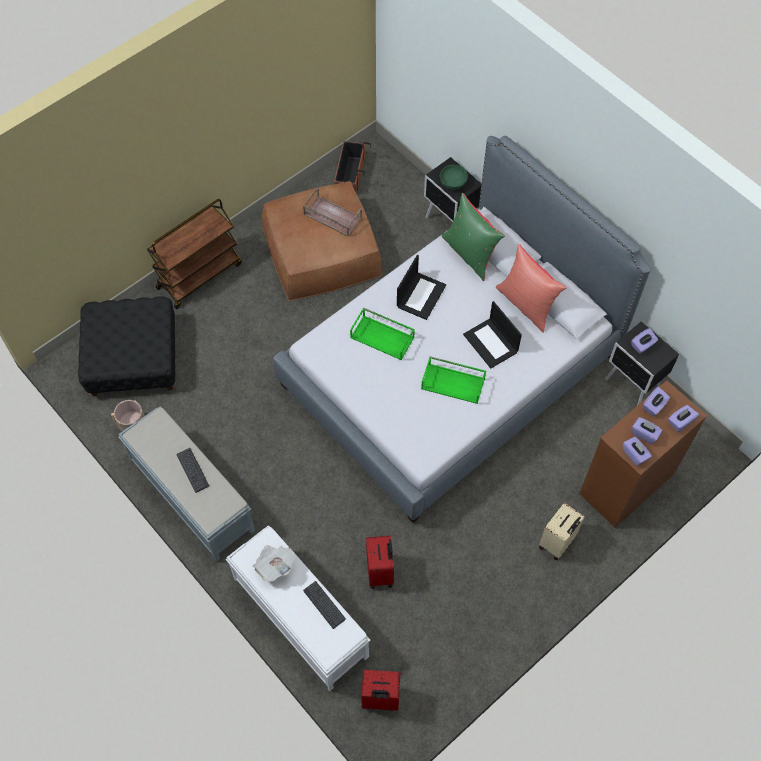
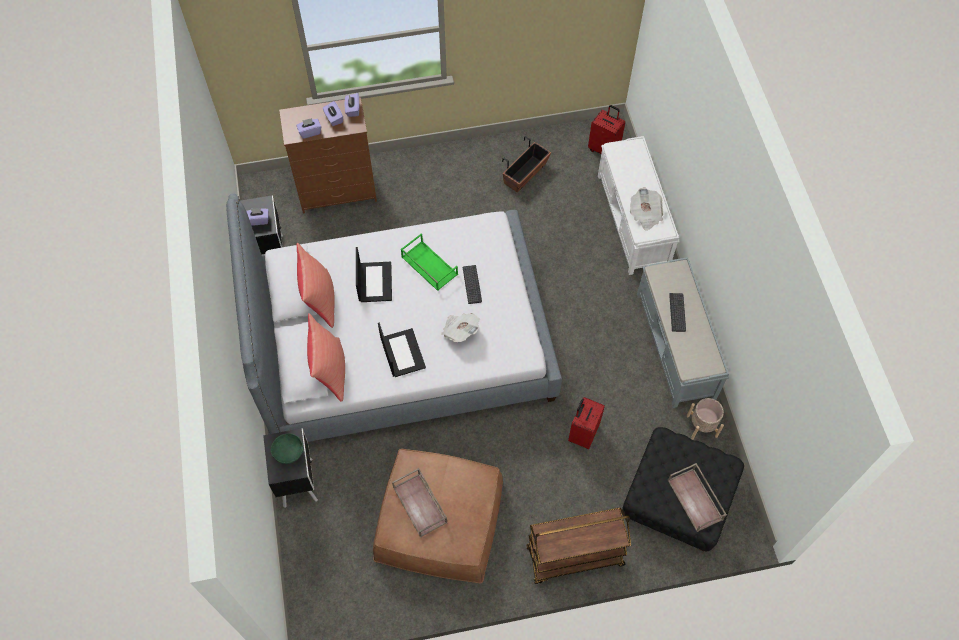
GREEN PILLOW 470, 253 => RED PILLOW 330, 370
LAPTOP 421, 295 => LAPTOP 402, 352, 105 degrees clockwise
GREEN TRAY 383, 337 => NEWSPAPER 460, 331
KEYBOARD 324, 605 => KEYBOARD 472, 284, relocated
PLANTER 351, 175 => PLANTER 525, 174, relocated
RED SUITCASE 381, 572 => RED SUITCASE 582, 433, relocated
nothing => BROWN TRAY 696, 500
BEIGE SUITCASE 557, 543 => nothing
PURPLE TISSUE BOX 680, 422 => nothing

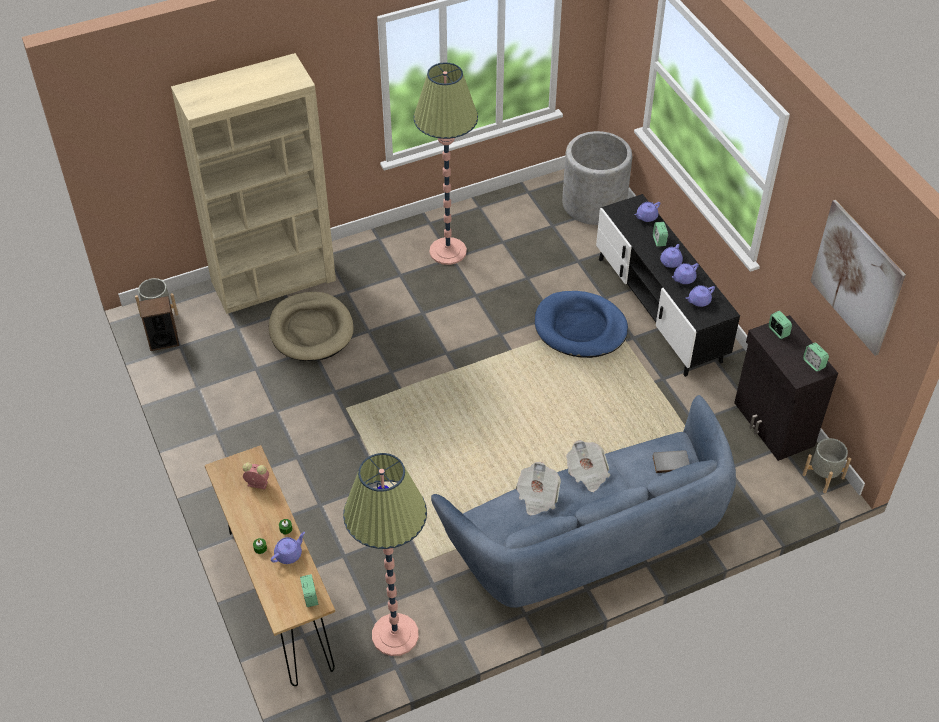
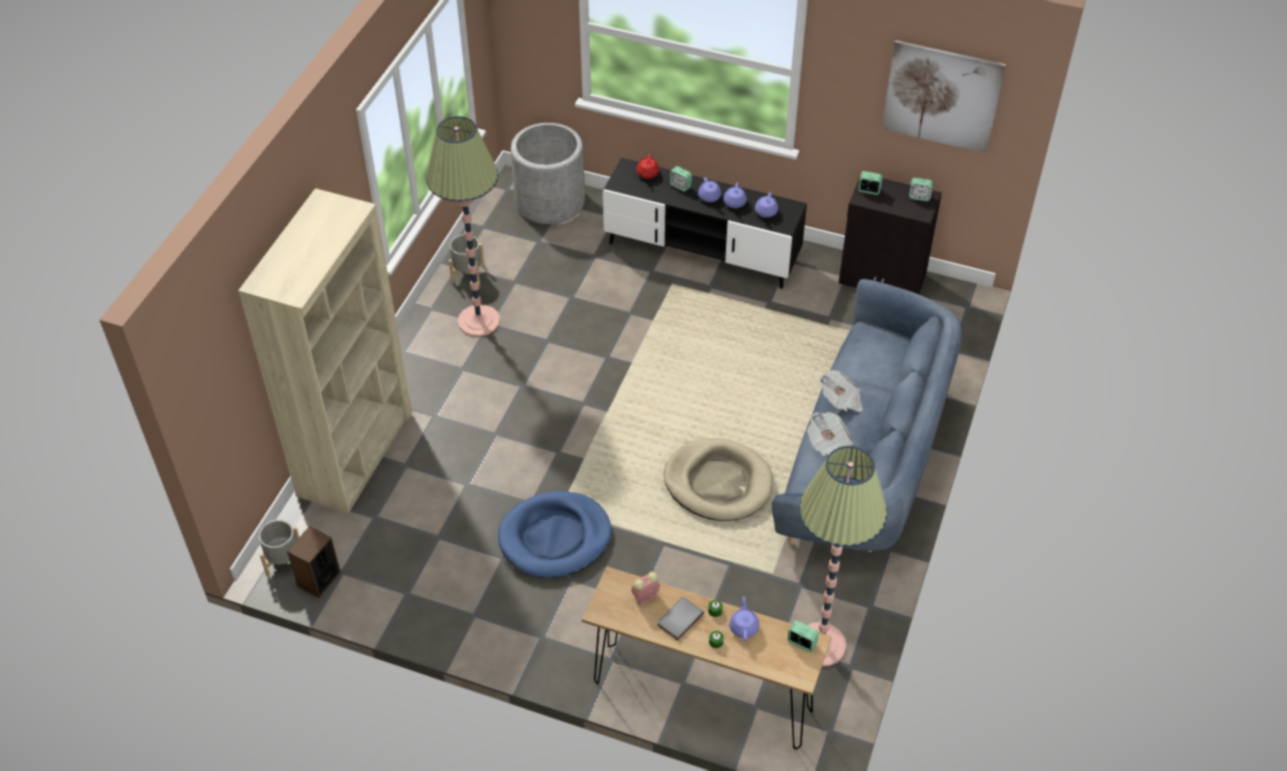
GREY PLANTER 823, 476 => GREY PLANTER 468, 274, relocated
BLUE DOG BED 580, 328 => BLUE DOG BED 555, 538, relocated
PURPLE TEAPOT 646, 217 => RED TEAPOT 647, 174
GREY BOOK 670, 462 => GREY BOOK 679, 618, relocated
BEIGE DOG BED 311, 330 => BEIGE DOG BED 718, 483, relocated

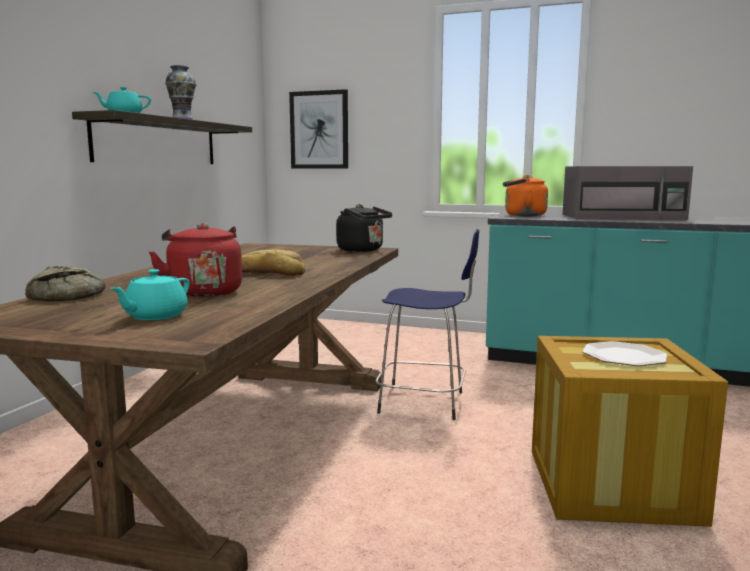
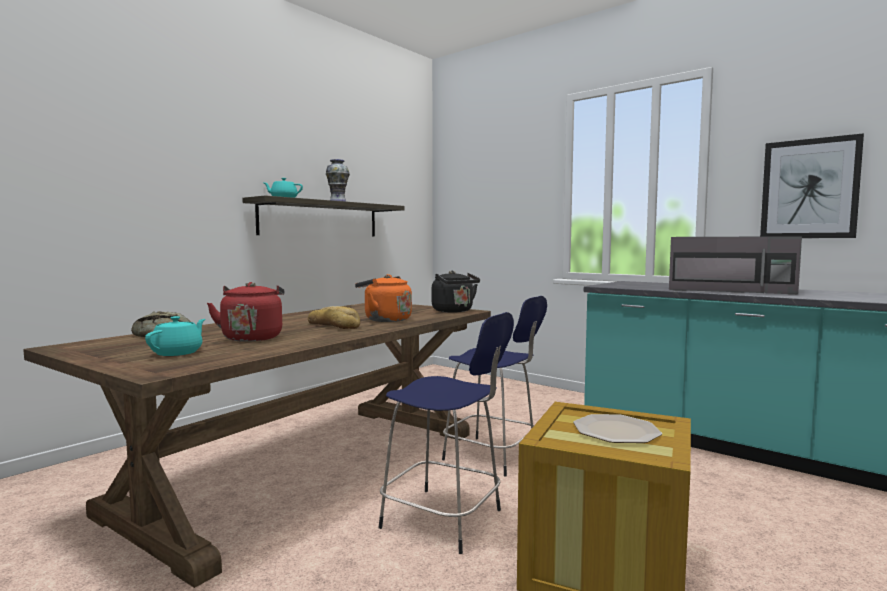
TURQUOISE TEAPOT 155, 316 => TURQUOISE TEAPOT 178, 353, 150 degrees clockwise
ORANGE KETTLE 522, 215 => ORANGE KETTLE 385, 320, relocated
nothing => BLUE STOOL 445, 520
PICTURE 319, 130 => PICTURE 809, 189, relocated

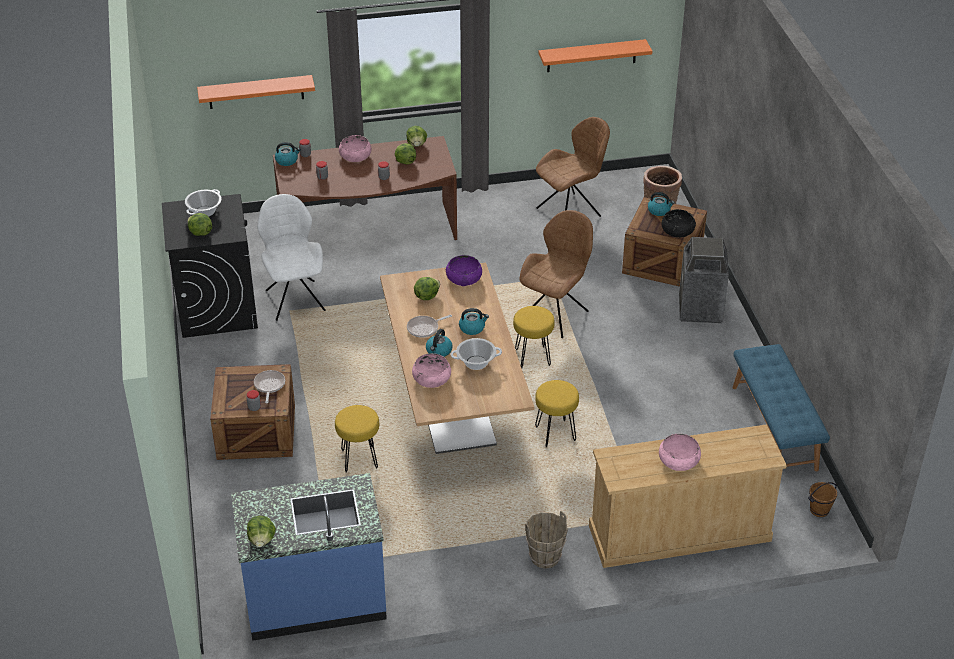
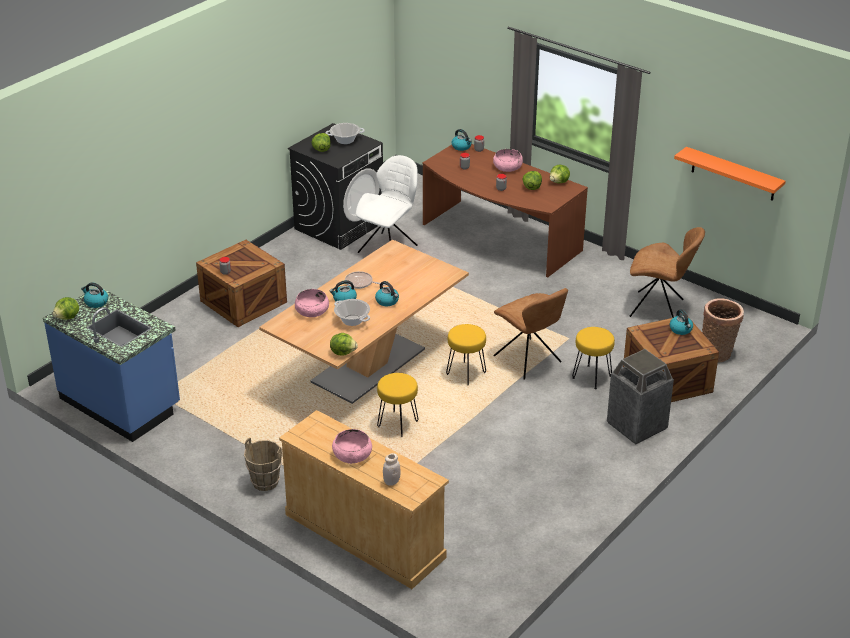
nothing => KETTLE 96, 302
LETTUCE 426, 296 => LETTUCE 343, 352, relocated
nothing => WHITE JAR 391, 481
BROWN CHAIR 555, 314 => BROWN CHAIR 528, 360, 60 degrees clockwise
YELLOW STOOL 359, 459 => YELLOW STOOL 591, 376, relocated
ORANGE SHELF 256, 92 => nothing
FRYING PAN 269, 385 => nothing
PURPLE BOWL 464, 278 => nothing
BLACK BOWL 677, 230 => nothing
BLUE BENCH 775, 427 => nothing
BROWN BUCKET 819, 511 => nothing

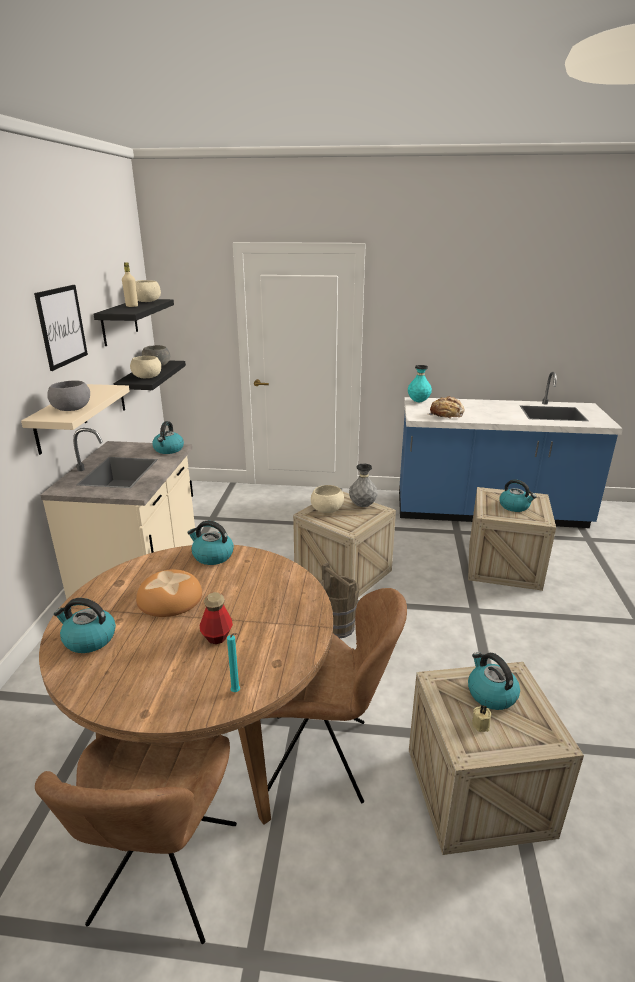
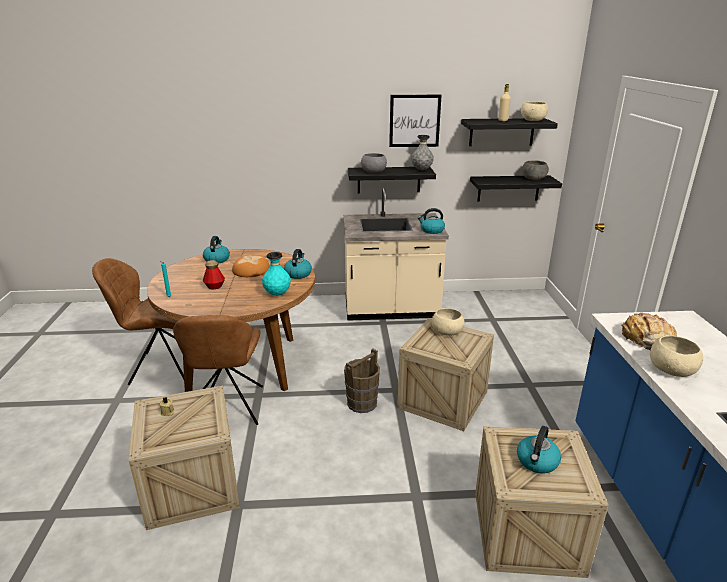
TURQUOISE VASE 418, 402 => TURQUOISE VASE 277, 294, relocated
BEIGE SHELF 60, 419 => BLACK SHELF 388, 179
GREY VASE 362, 505 => GREY VASE 422, 170, relocated
BEIGE BOWL 147, 377 => BEIGE BOWL 672, 370, relocated
KETTLE 490, 694 => nothing

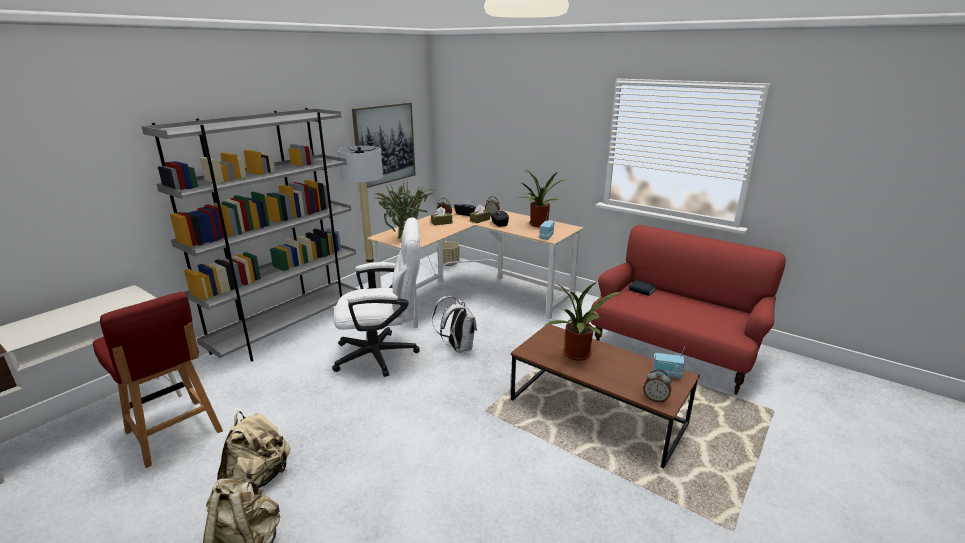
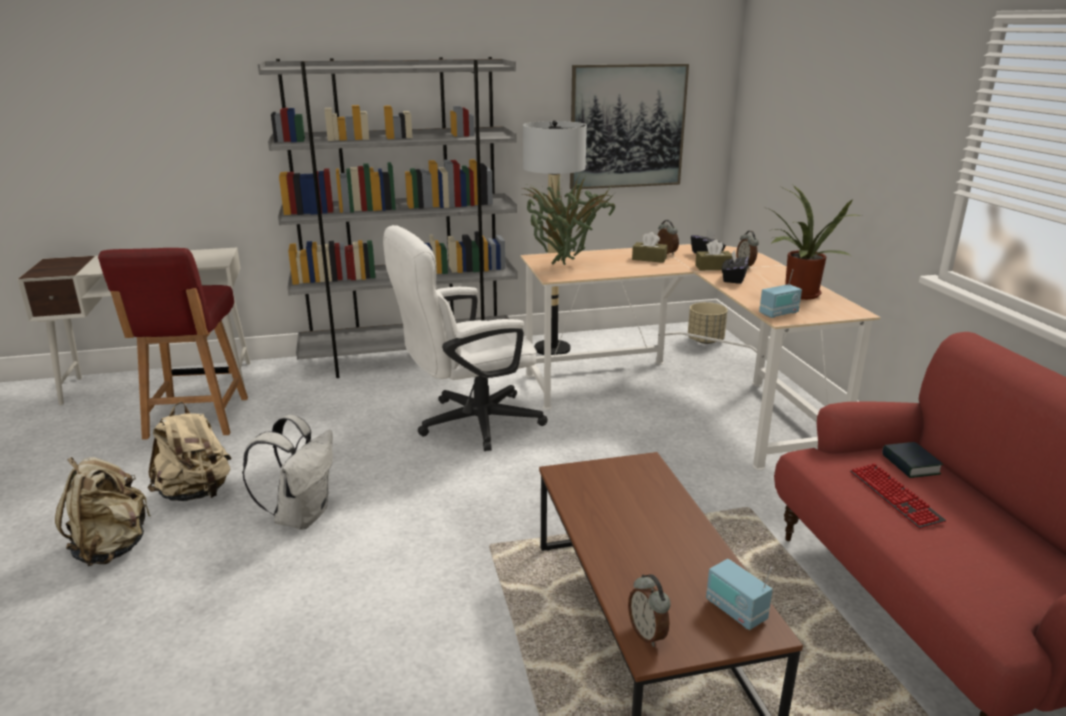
WHITE BACKPACK 458, 347 => WHITE BACKPACK 301, 515, relocated
WHITE OFFICE CHAIR 384, 354 => WHITE OFFICE CHAIR 468, 424, 120 degrees clockwise
nothing => KEYBOARD 894, 497
POTTED PLANT 578, 356 => nothing

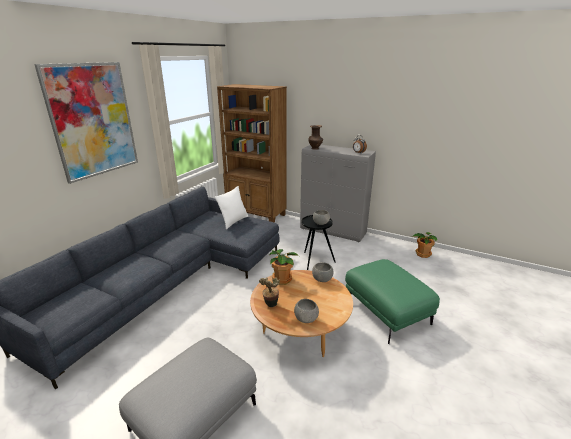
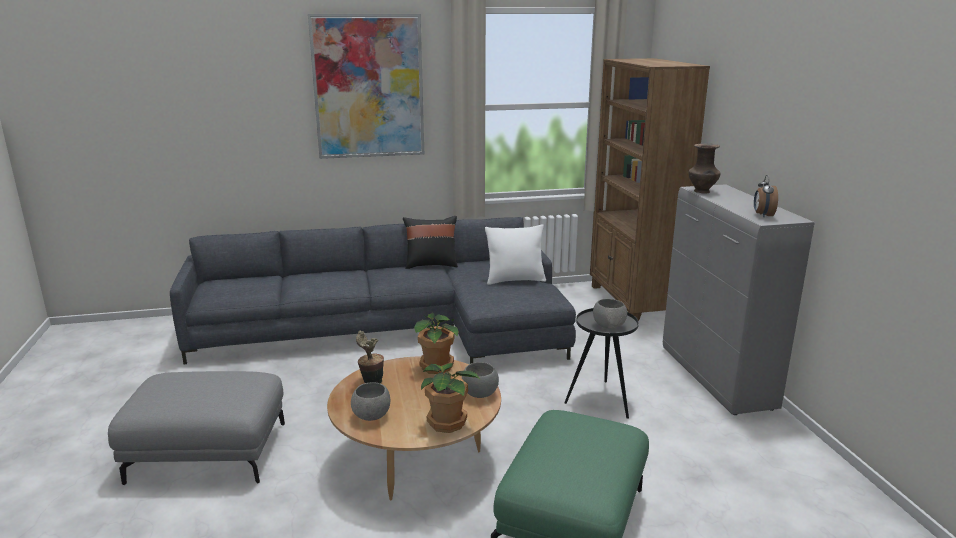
nothing => BLACK PILLOW 431, 265
POTTED PLANT 422, 254 => POTTED PLANT 448, 422, relocated

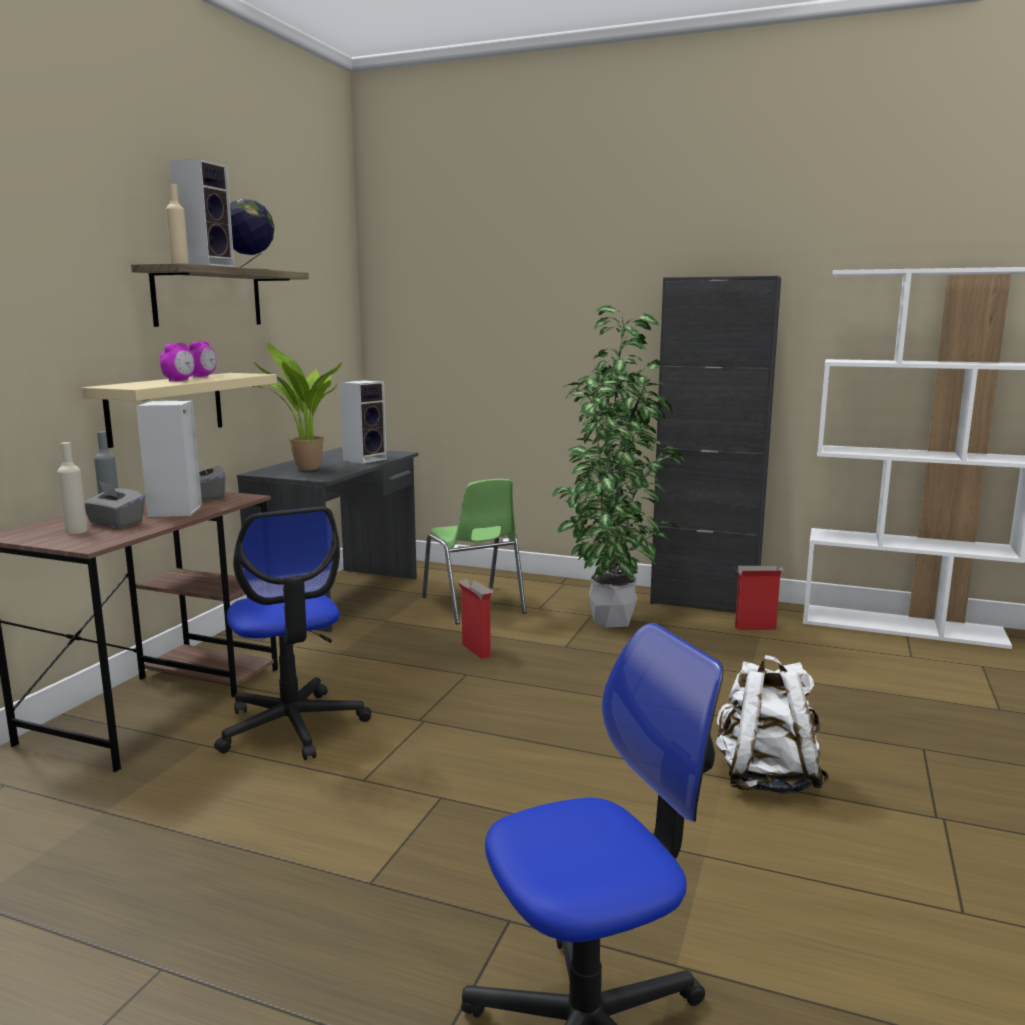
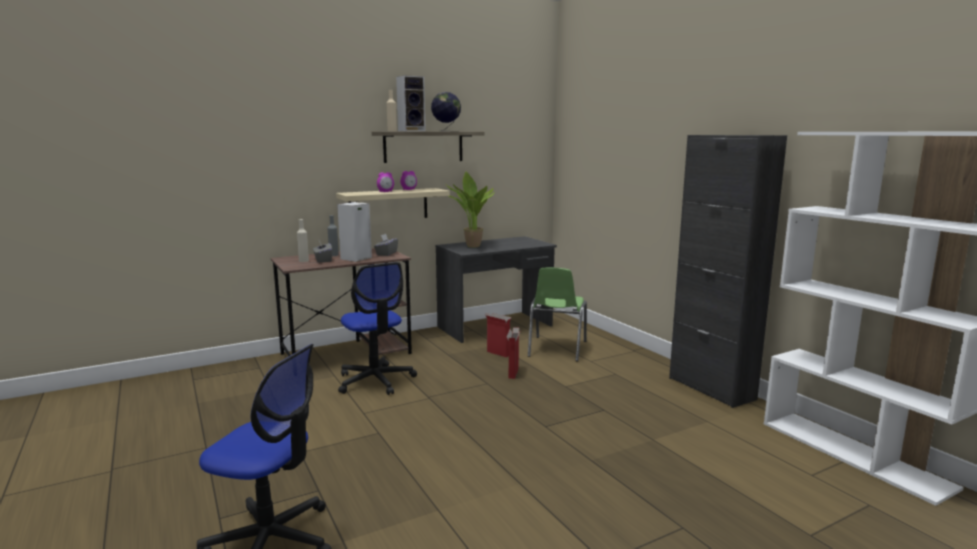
OFFICE CHAIR 292, 726 => OFFICE CHAIR 375, 380, 45 degrees counterclockwise
CARDBOARD BOX 754, 628 => CARDBOARD BOX 497, 353, relocated
SPEAKER 365, 459 => nothing
POTTED PLANT 612, 619 => nothing
WHITE BACKPACK 765, 778 => nothing

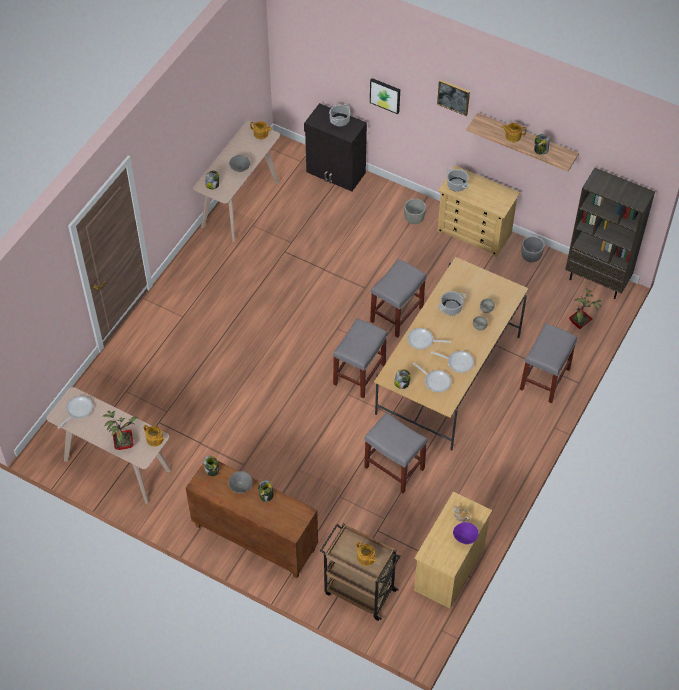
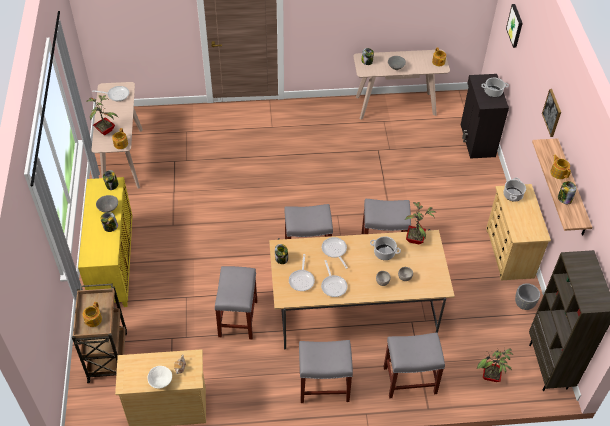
BROWN CABINET 254, 538 => YELLOW CABINET 113, 264
PURPLE BOWL 464, 537 => WHITE BOWL 161, 381
nothing => GREY STOOL 323, 386
nothing => POTTED PLANT 415, 240
PICTURE 385, 95 => PICTURE 515, 25, relocated
GREY PLANTER 413, 220 => nothing

